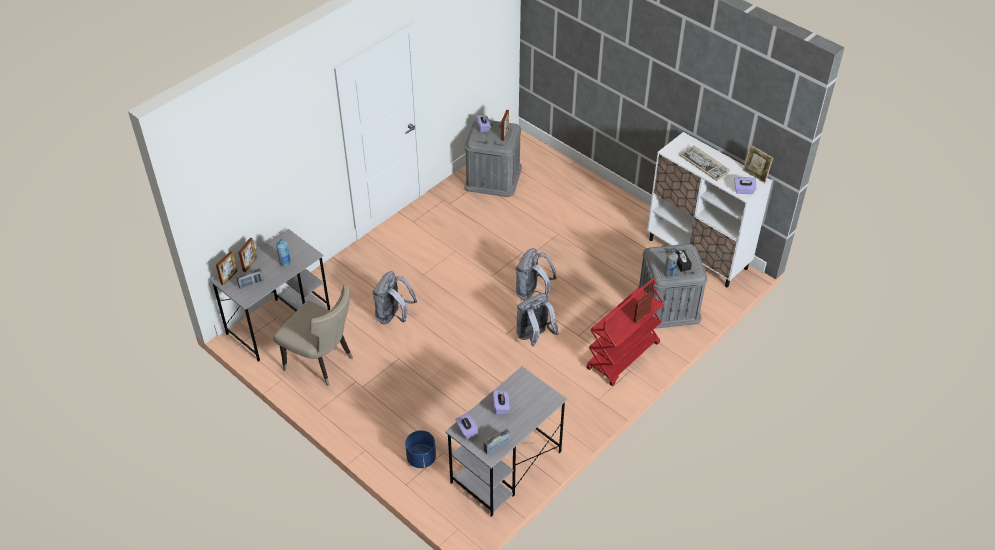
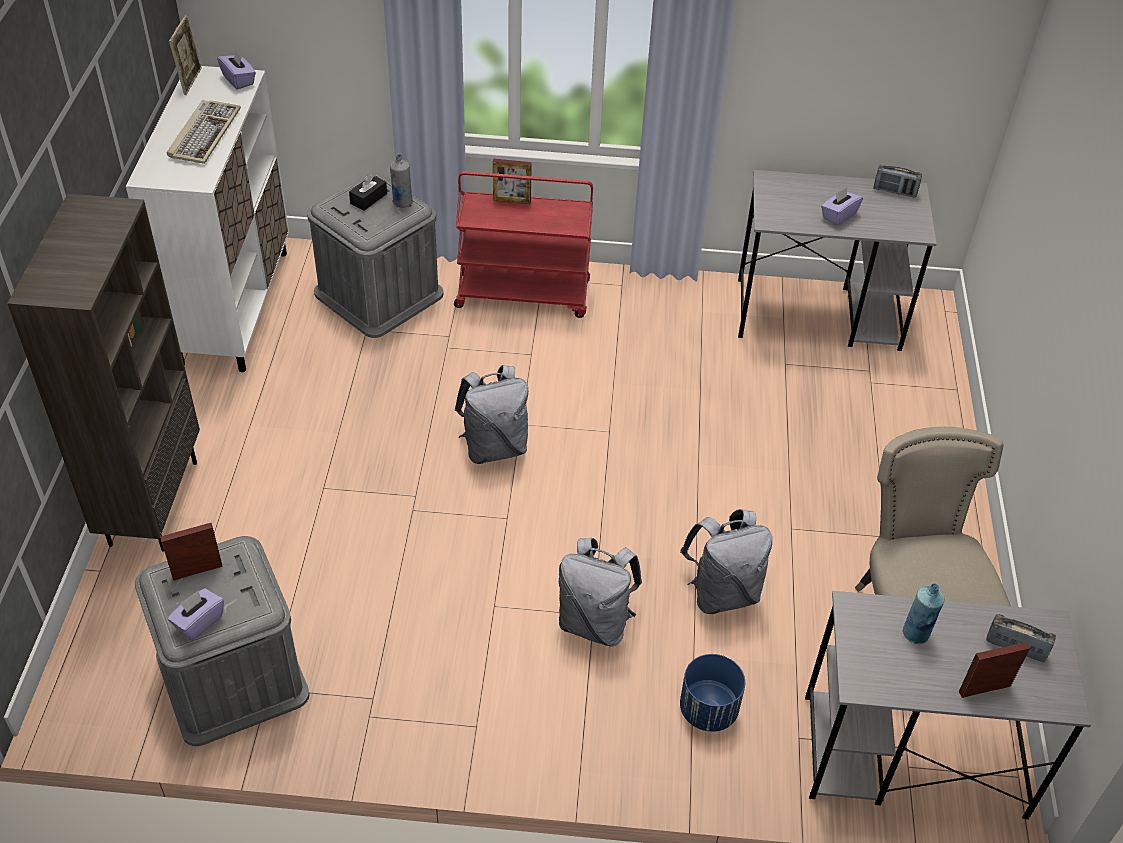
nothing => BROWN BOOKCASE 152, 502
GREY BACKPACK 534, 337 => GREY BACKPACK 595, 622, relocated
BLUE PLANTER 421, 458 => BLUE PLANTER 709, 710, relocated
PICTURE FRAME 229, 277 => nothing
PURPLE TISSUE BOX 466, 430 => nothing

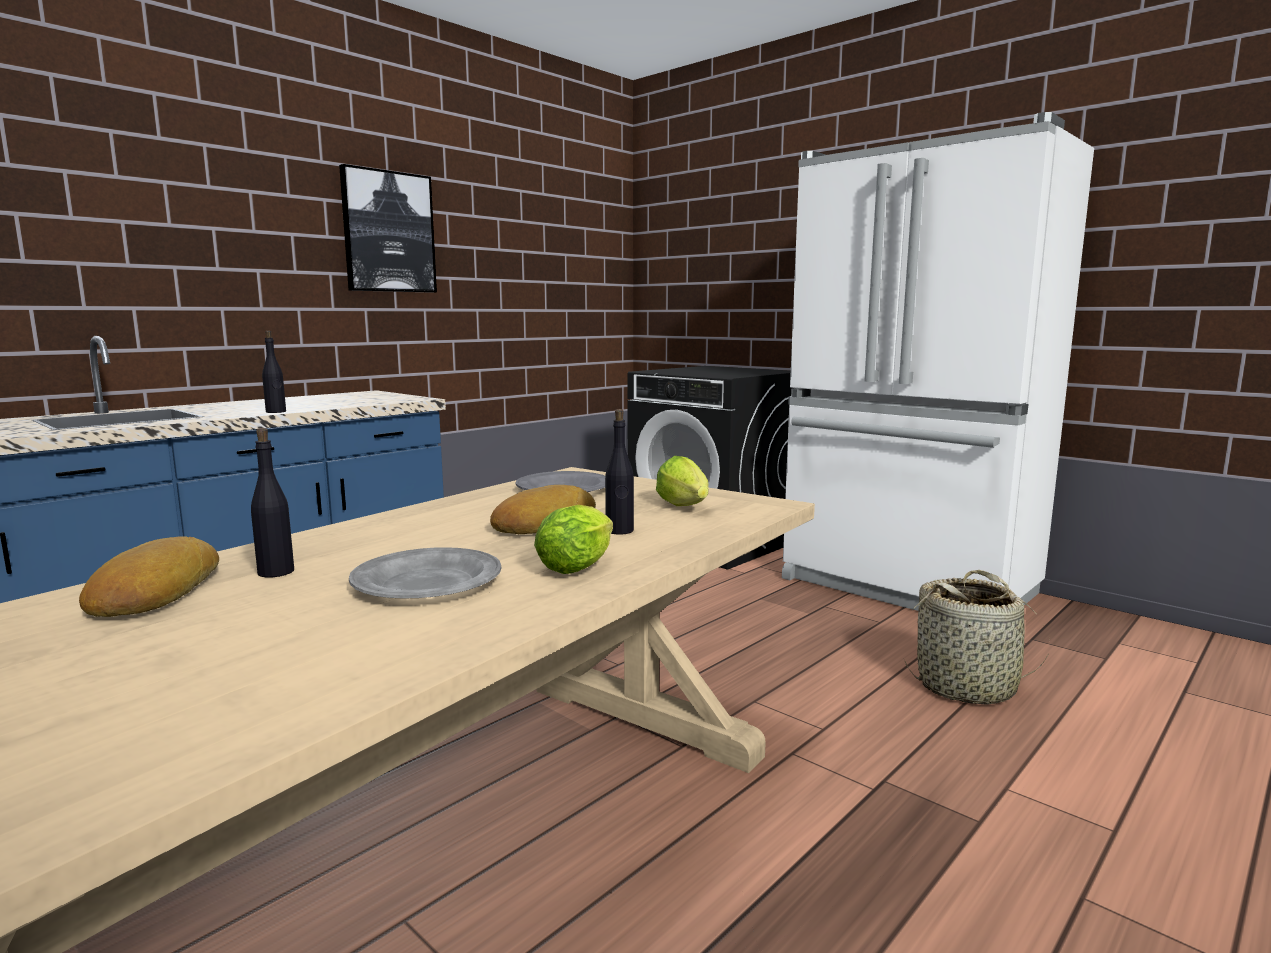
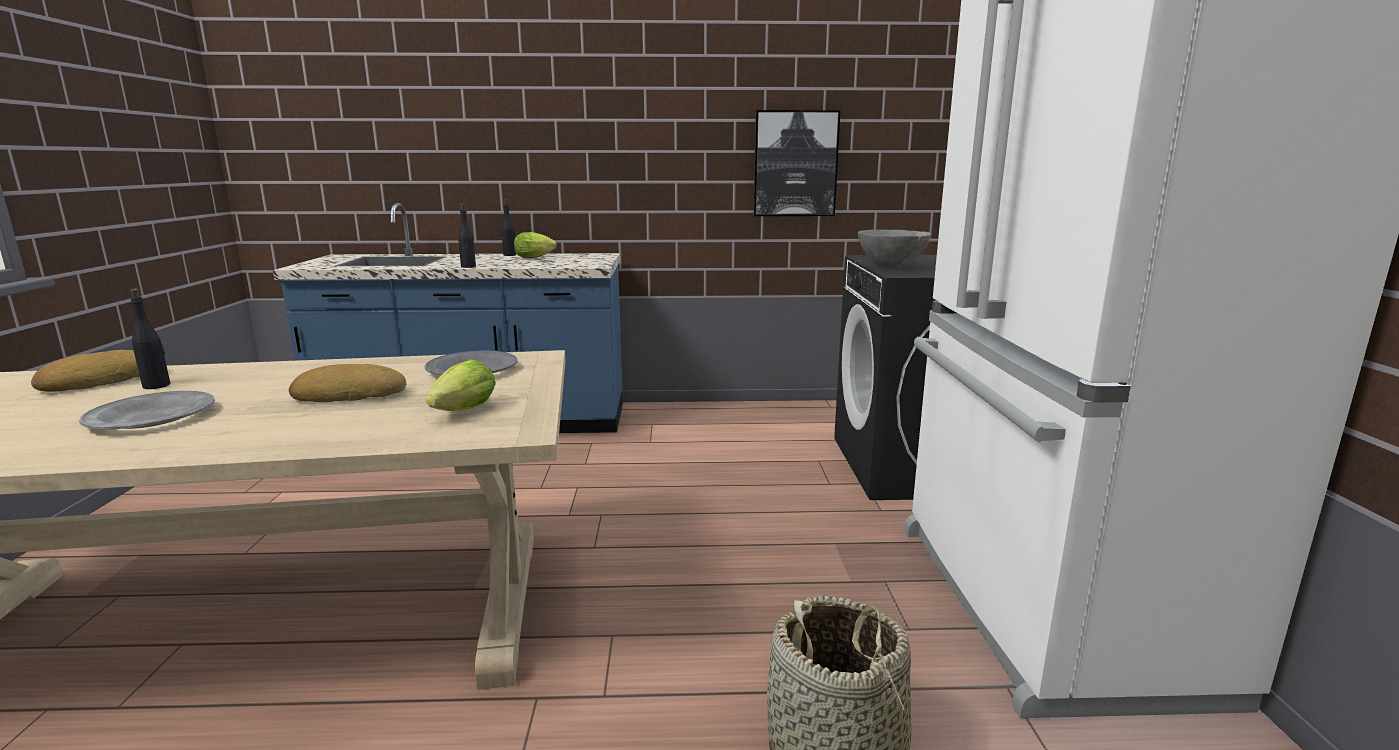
BLACK BOTTLE 619, 531 => BLACK BOTTLE 509, 255, relocated
LETTUCE 580, 566 => LETTUCE 536, 257, relocated
PICTURE 388, 232 => PICTURE 795, 164, relocated
nothing => GREY BOWL 891, 268

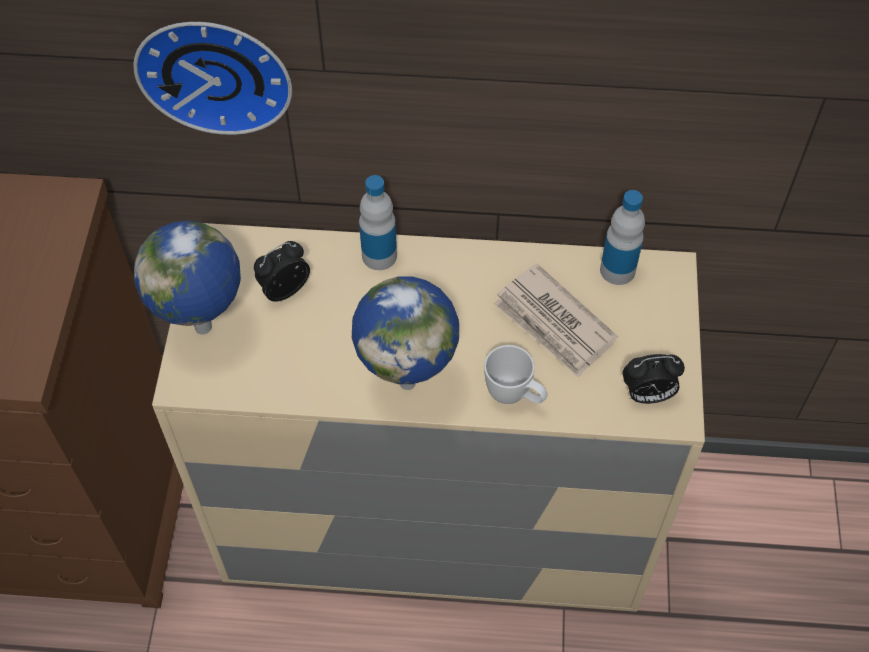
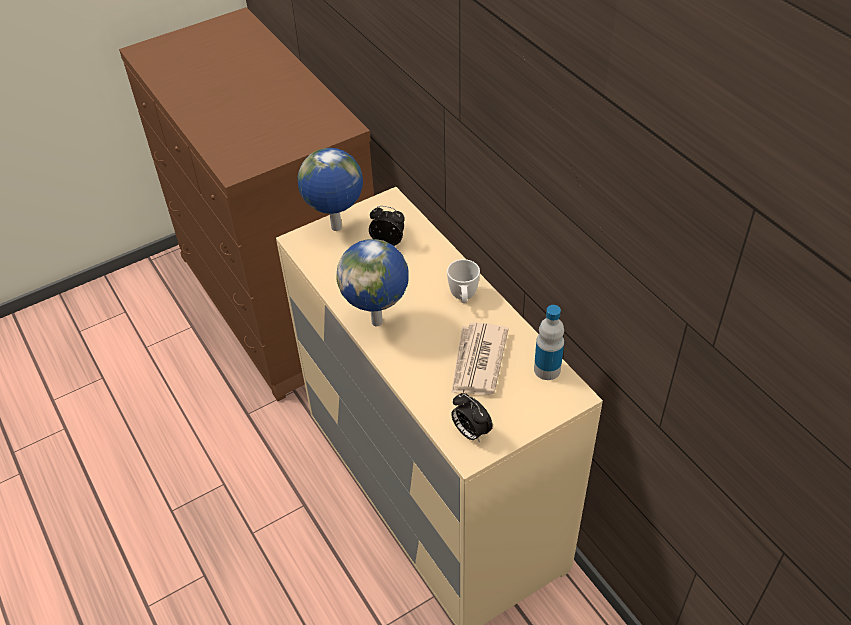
WHITE MUG 515, 396 => WHITE MUG 463, 298, relocated
WALL CLOCK 215, 70 => nothing
BOTTLE 379, 255 => nothing

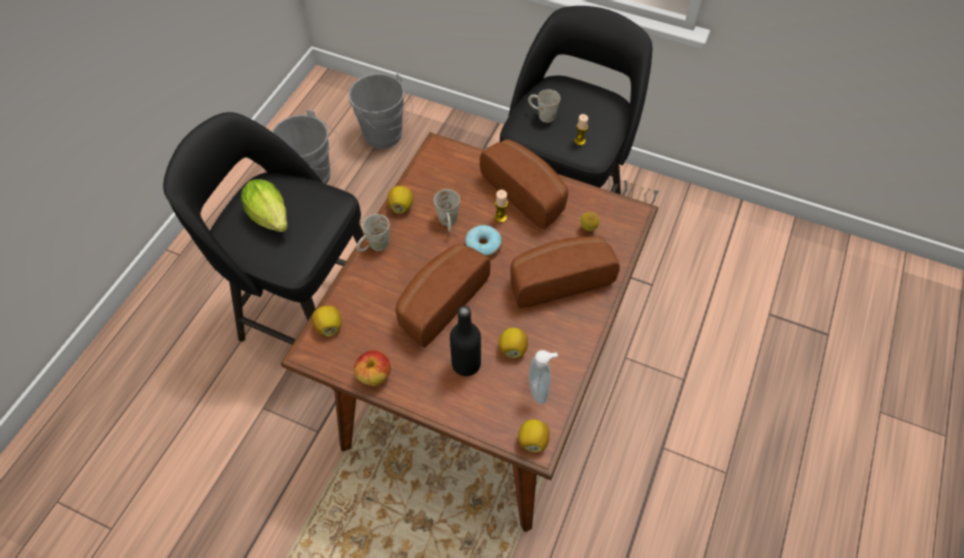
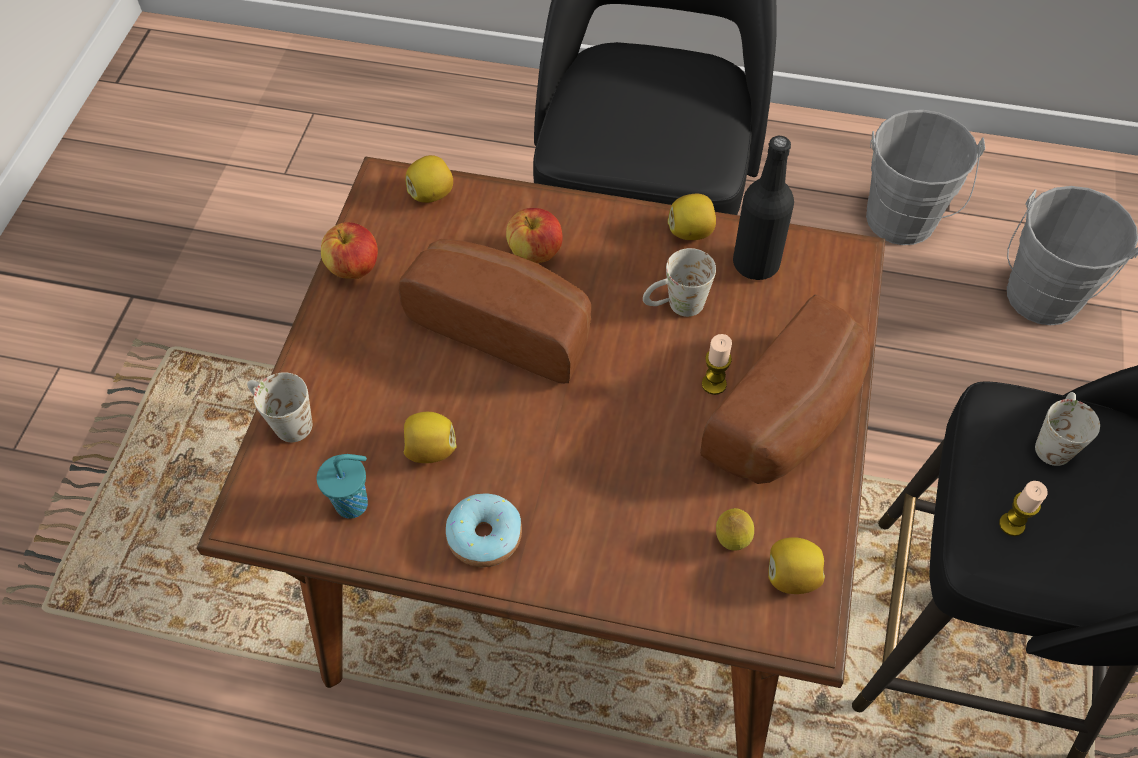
WHITE MUG 374, 247 => WHITE MUG 284, 421, relocated
SOAP DISPENSER 539, 390 => TURQUOISE CUP 354, 503
DONUT 483, 246 => DONUT 485, 536, relocated
nothing => APPLE 535, 253
BLACK BOTTLE 466, 364 => BLACK BOTTLE 756, 263, relocated
LEMON 533, 440 => LEMON 792, 576, relocated
LETTUCE 272, 219 => nothing
BREAD 558, 278 => nothing

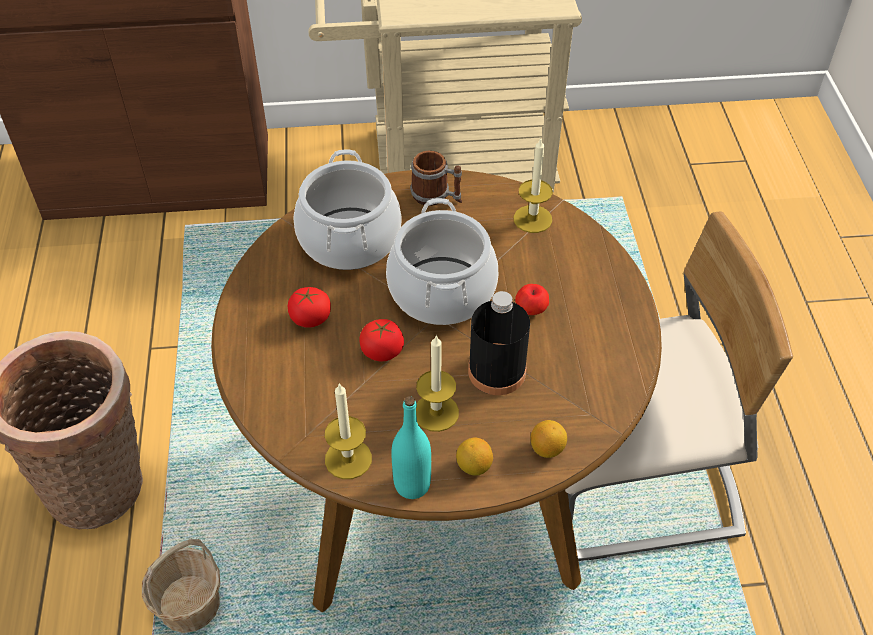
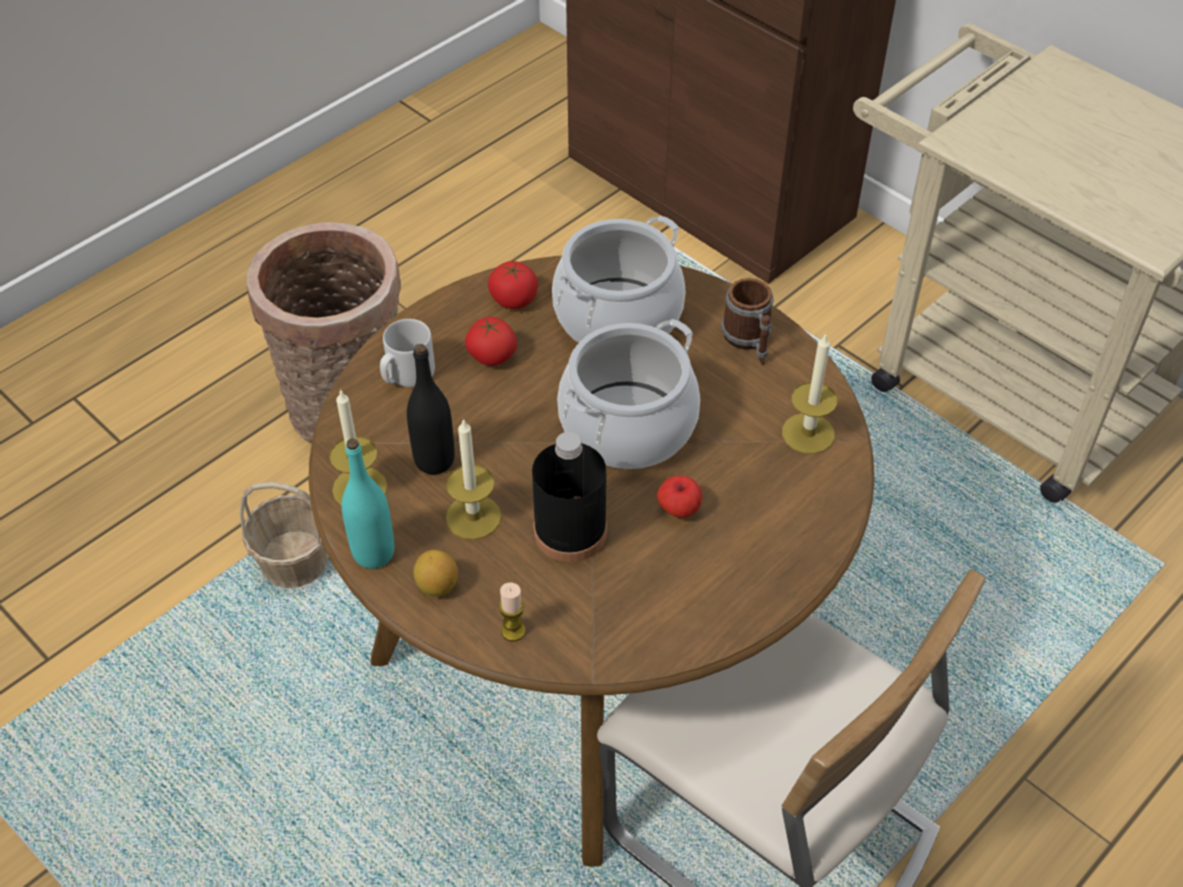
nothing => GREY MUG 406, 374
nothing => BLACK BOTTLE 434, 460
TOMATO 382, 351 => TOMATO 513, 300, relocated
LEMON 547, 448 => CANDLE 513, 631

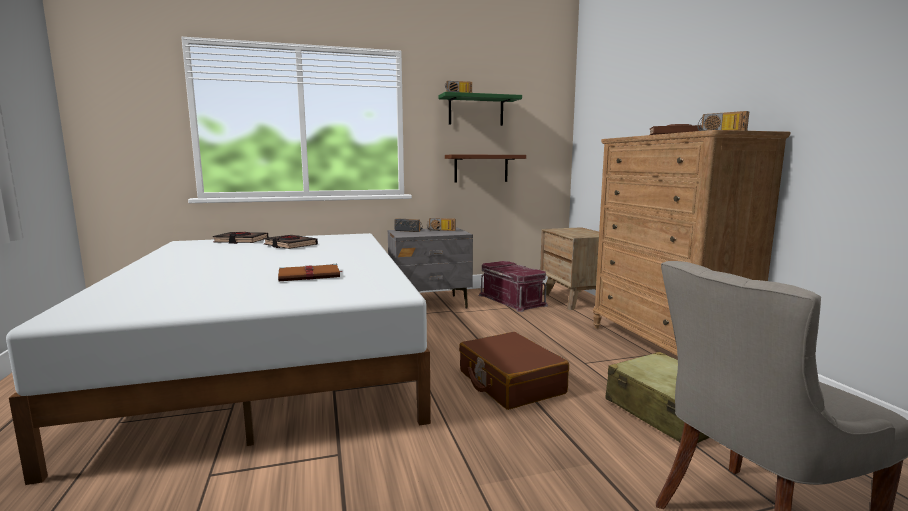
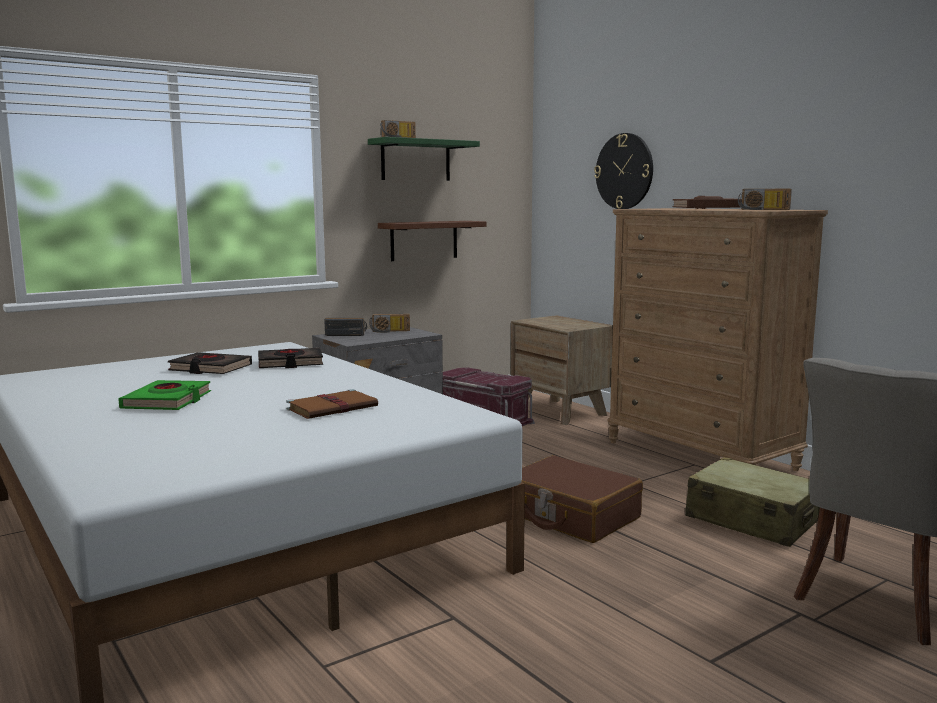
nothing => GREEN BOOK 168, 401
BLACK BOOK 241, 241 => BLACK BOOK 290, 363, relocated
nothing => WALL CLOCK 624, 171

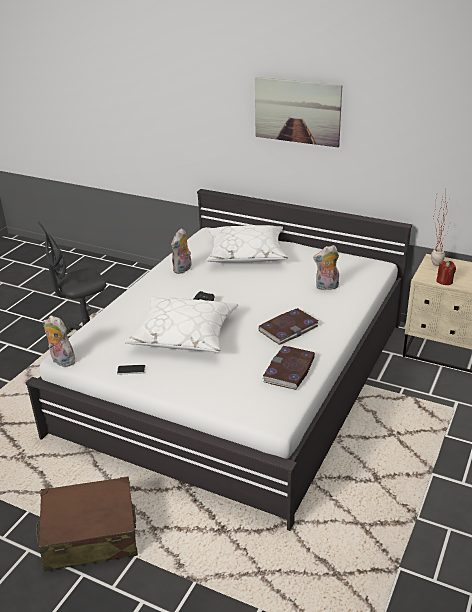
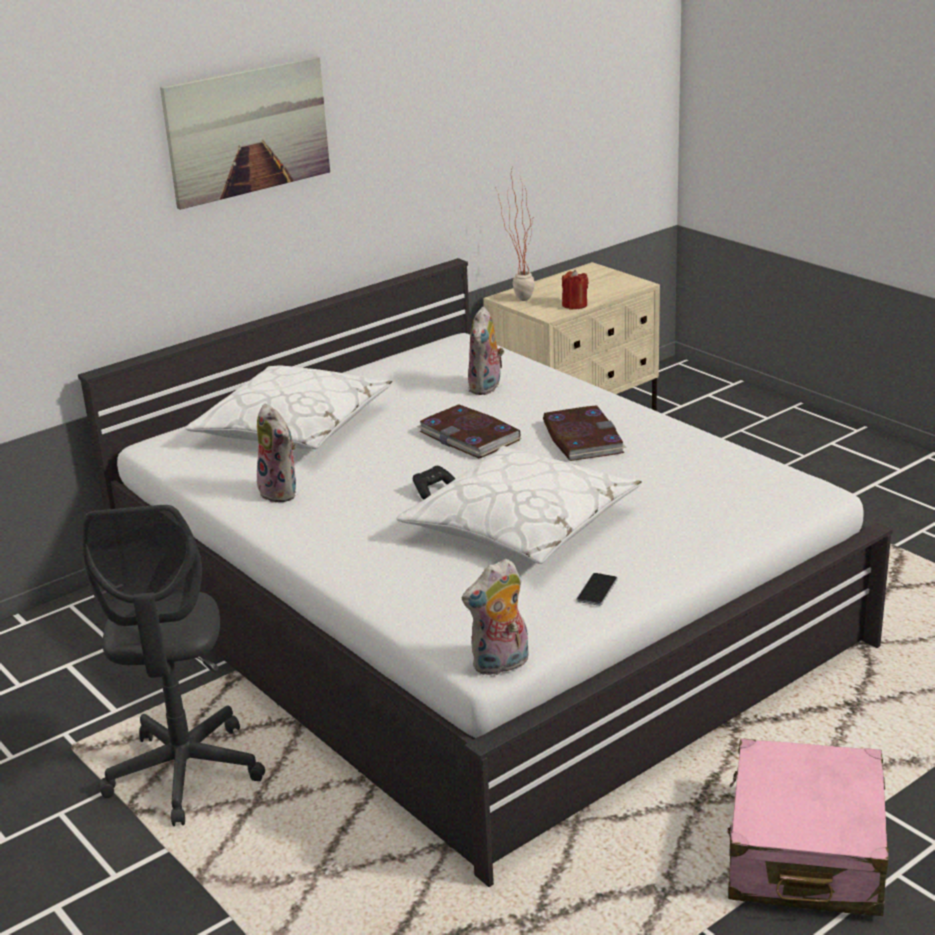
BOOK 289, 370 => BOOK 470, 436, relocated
BROWN SUITCASE 90, 535 => PINK SUITCASE 805, 853

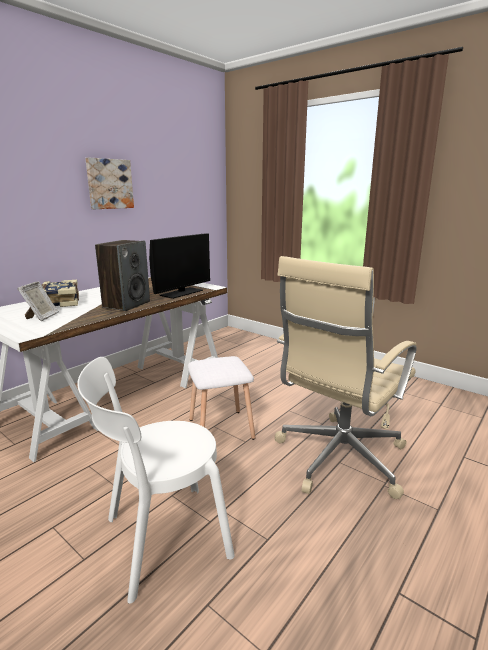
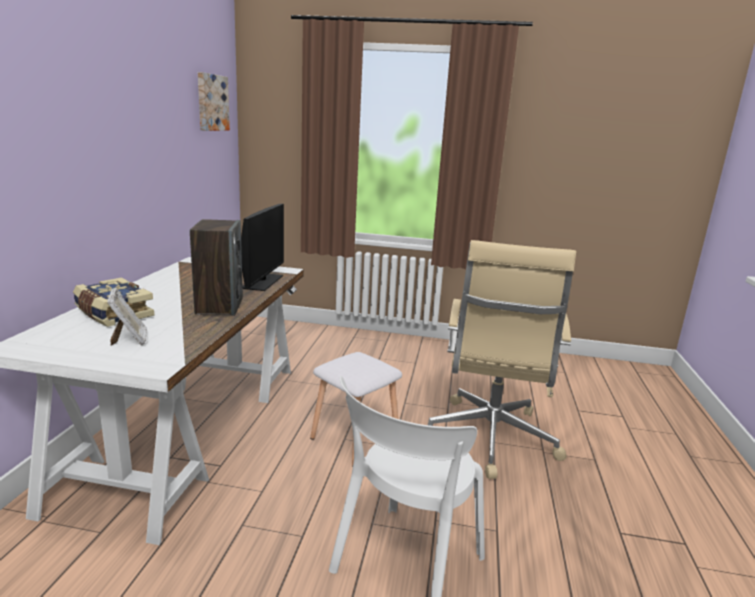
PICTURE 109, 184 => PICTURE 211, 102, relocated

